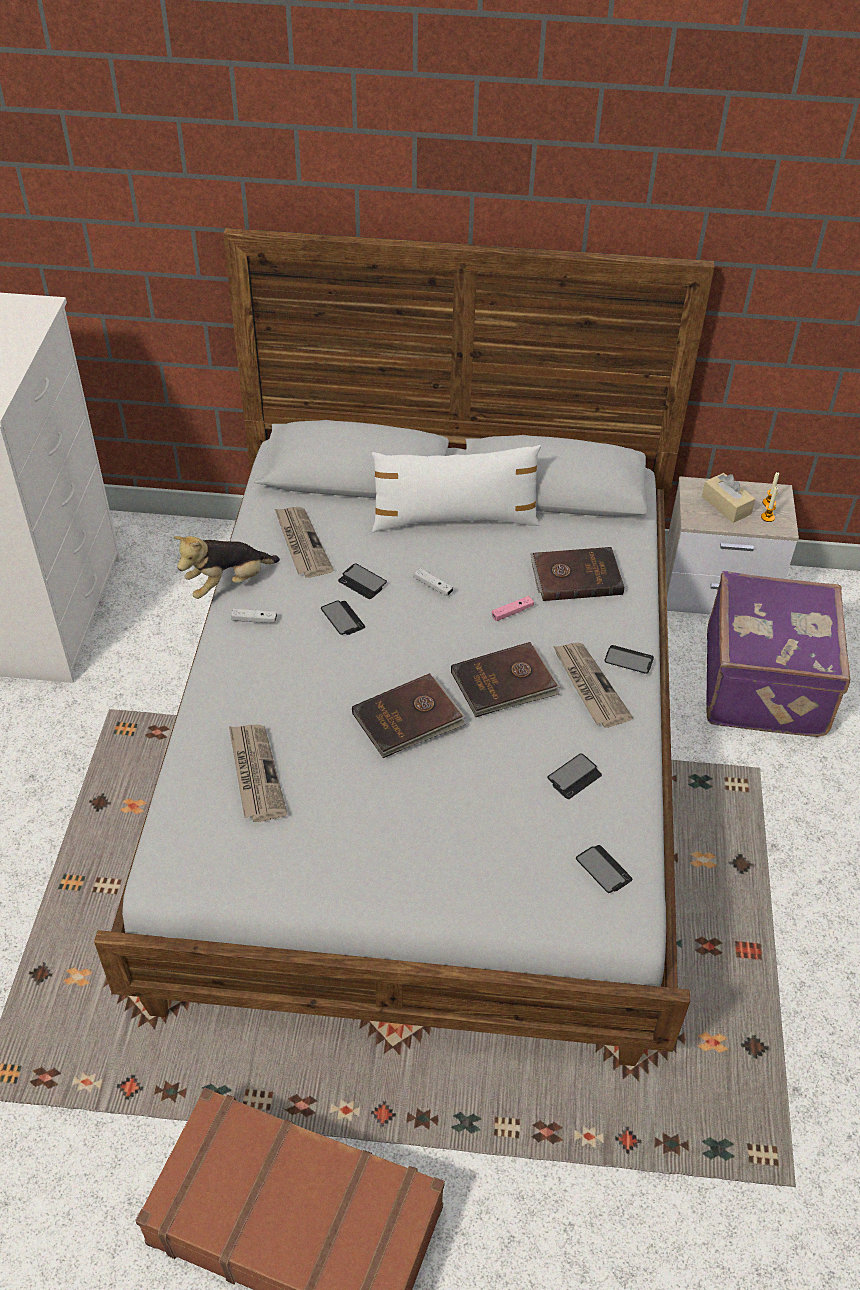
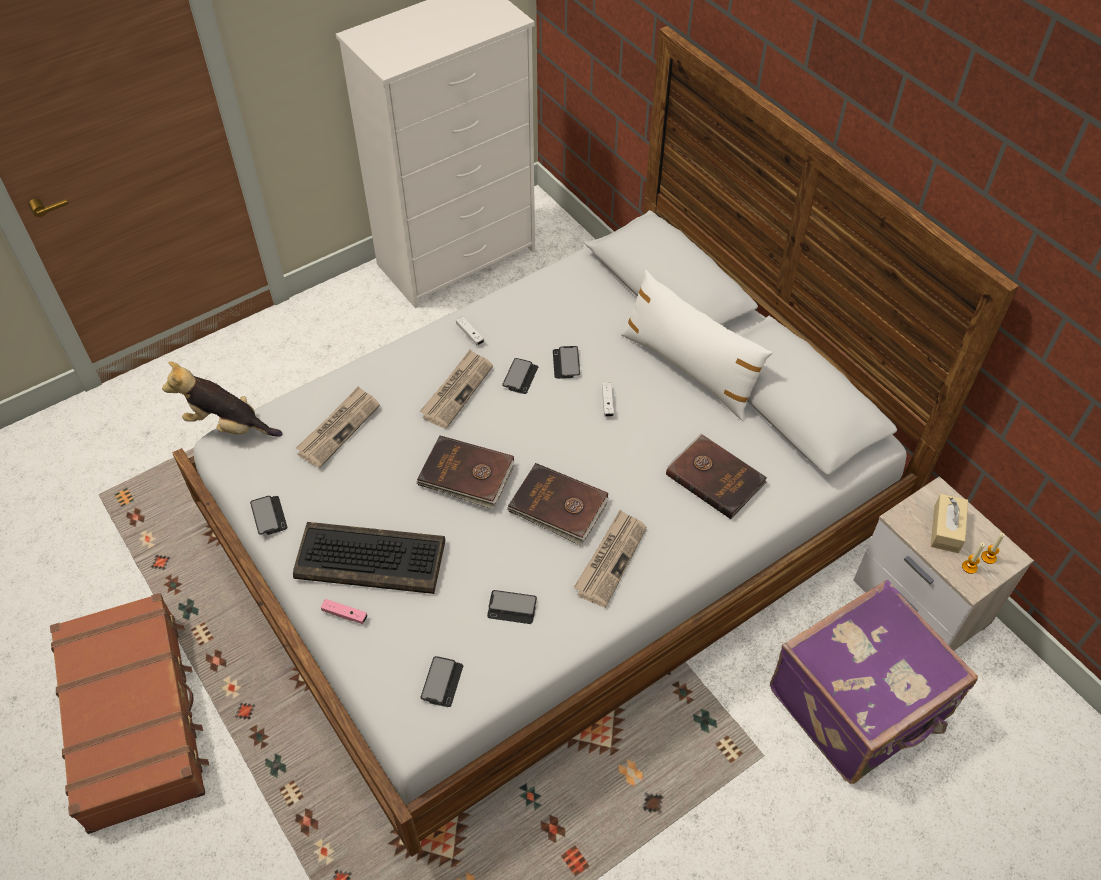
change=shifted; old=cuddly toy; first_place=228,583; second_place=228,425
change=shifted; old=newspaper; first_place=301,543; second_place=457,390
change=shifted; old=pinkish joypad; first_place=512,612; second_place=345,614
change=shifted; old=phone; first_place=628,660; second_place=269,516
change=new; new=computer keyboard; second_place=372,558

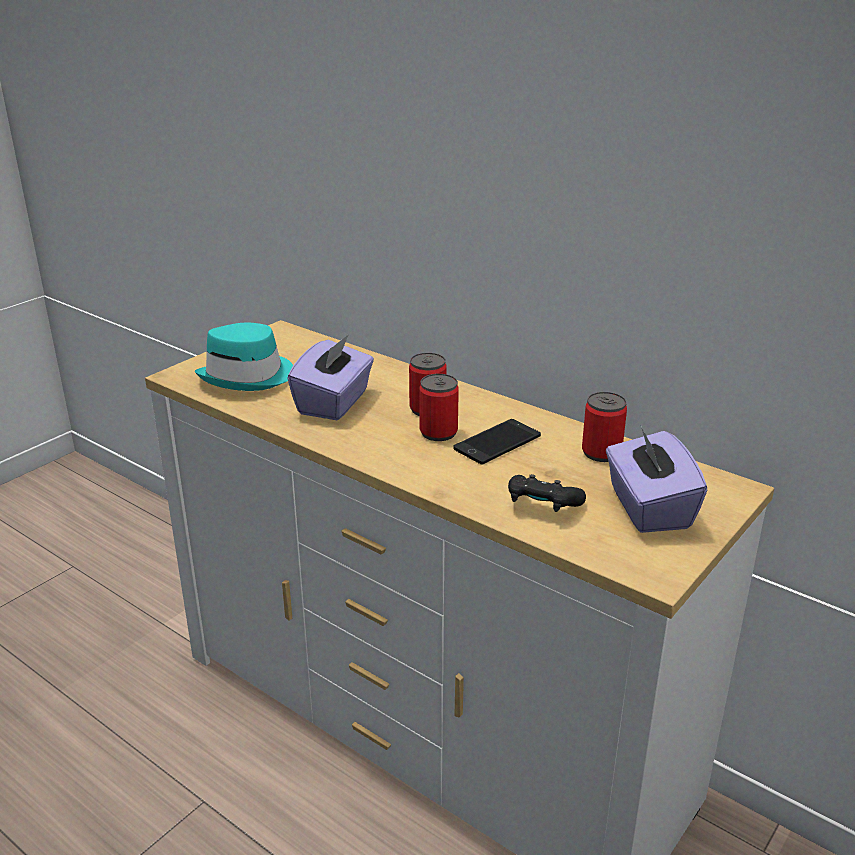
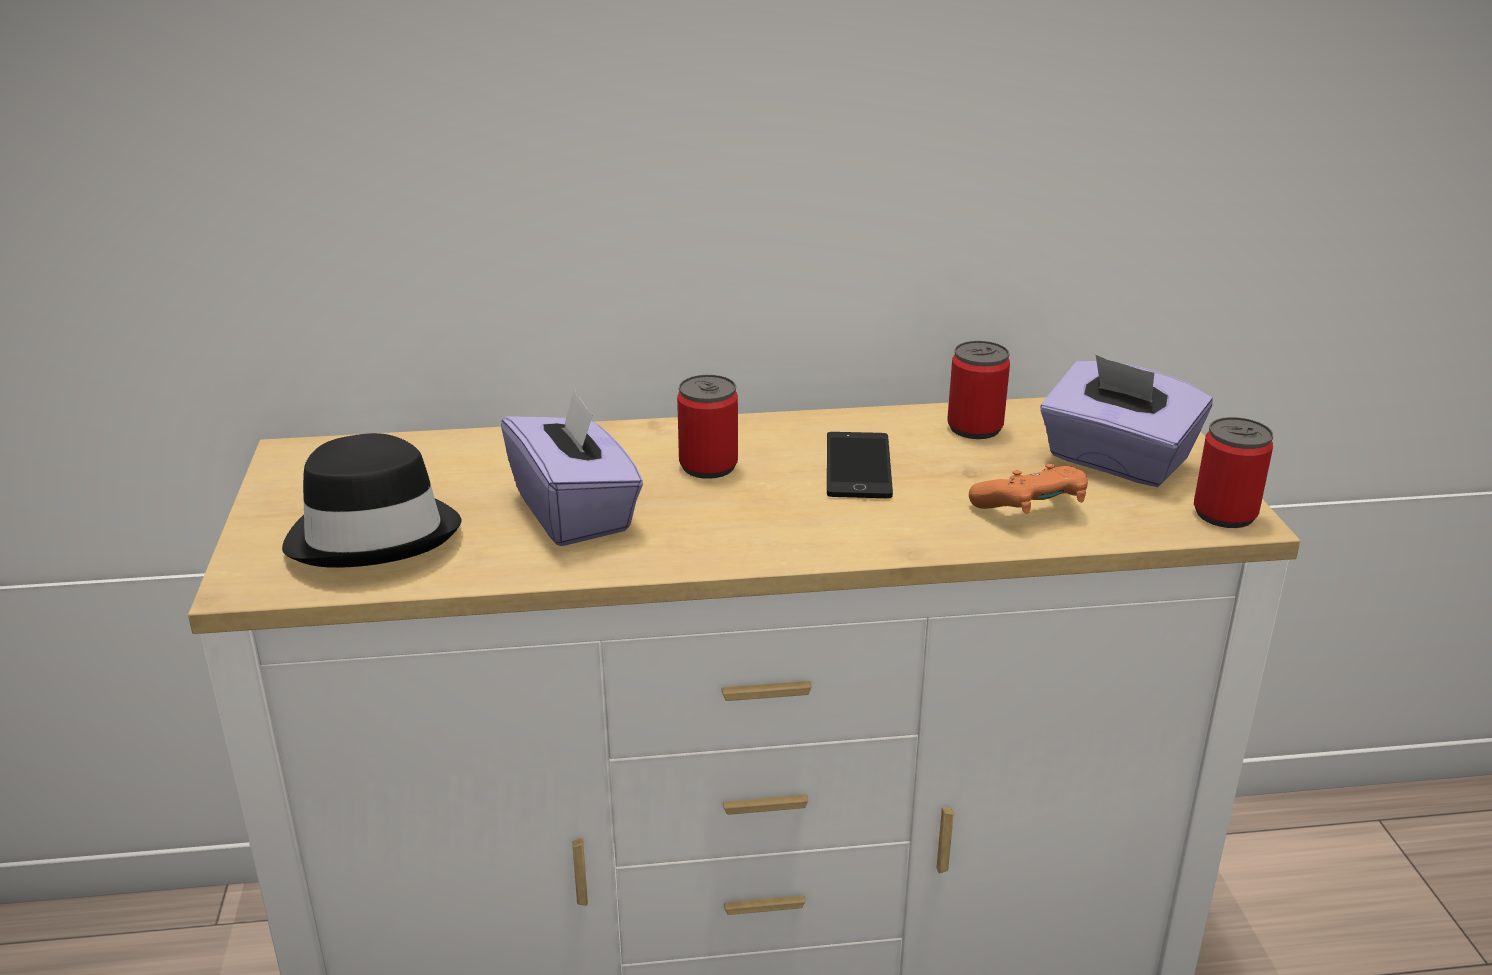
change=repainted; old=turquoise hat; new=black-coloured hat; first_place=249,376; second_place=374,534
change=shifted; old=sealed can; first_place=438,433; second_place=1224,514
change=repainted; old=black-coloured joypad; new=orange joypad; first_place=542,506; second_place=1031,510

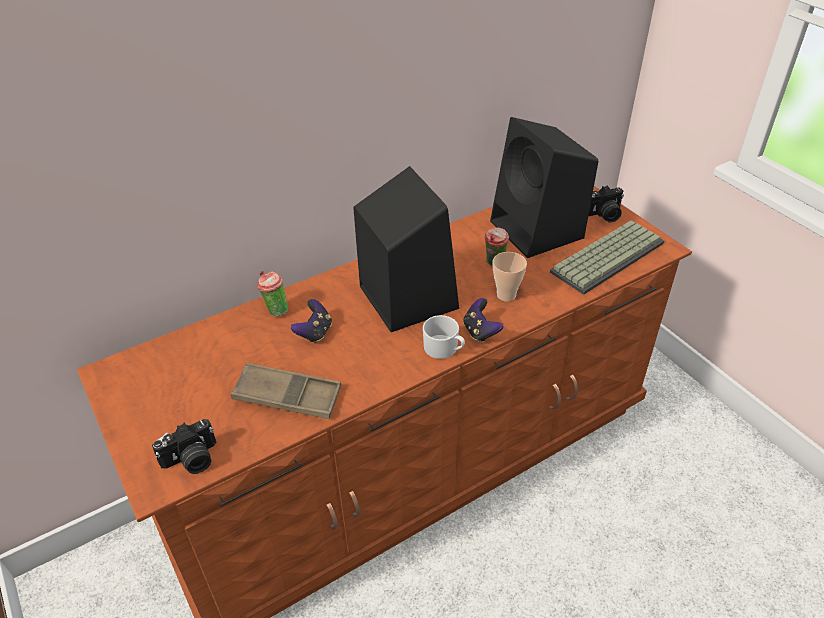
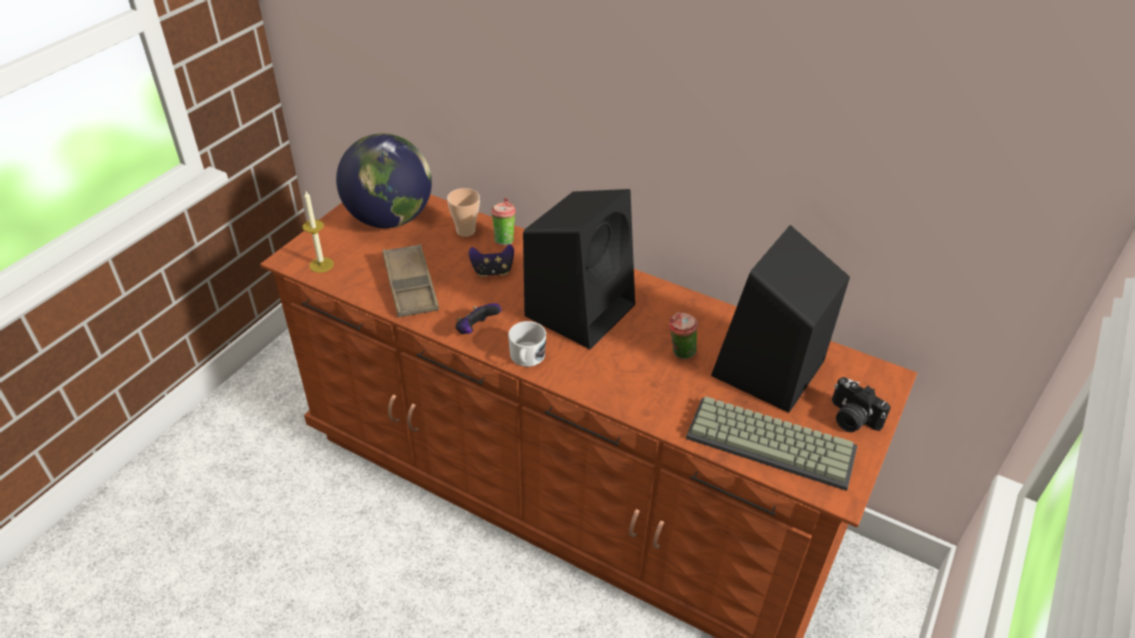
change=swapped; old=photo camera; new=wax light; first_place=192,460; second_place=321,265
change=shifted; old=joypad; first_place=480,332; second_place=476,330
change=shifted; old=cup; first_place=506,295; second_place=465,231
change=new; new=desk globe; second_place=390,218

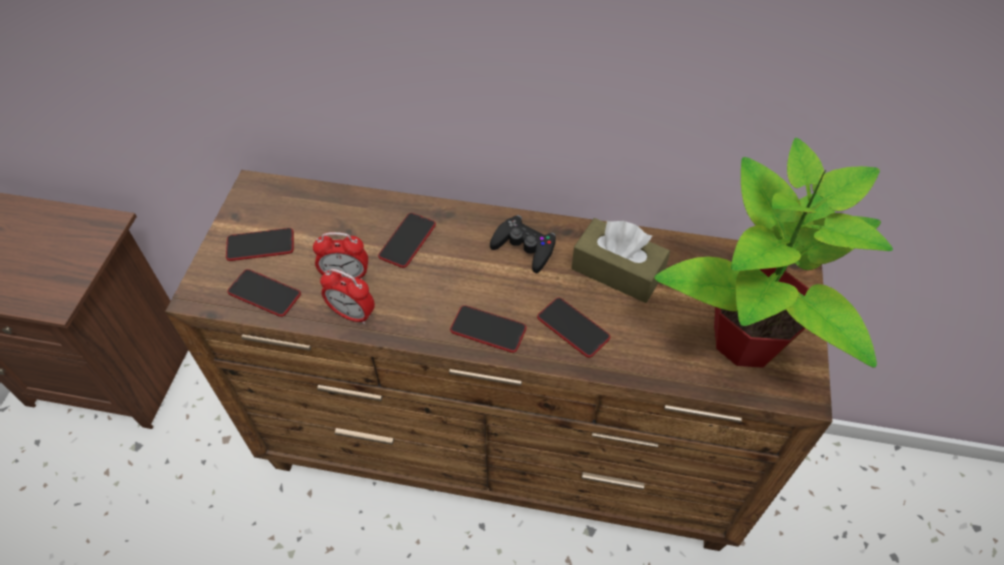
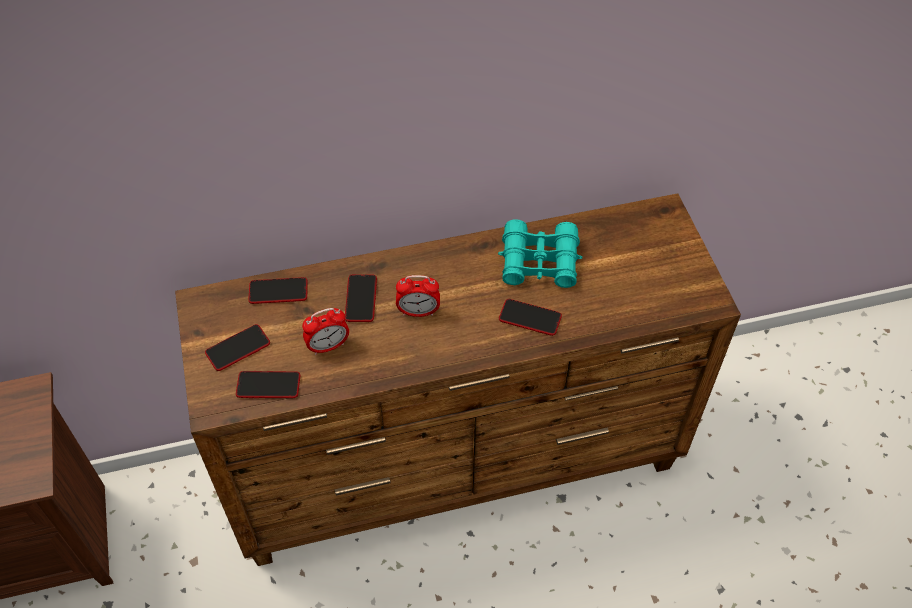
change=shifted; old=bedside clock; first_place=352,314; second_place=418,312
change=shifted; old=phone; first_place=488,329; second_place=278,291
change=gone; old=black-coloured joypad; first_place=524,247
change=swapped; old=brown-coloured box of tissues; new=turquoise binoculars; first_place=617,271; second_place=539,262
change=gone; old=houseplant; first_place=745,341

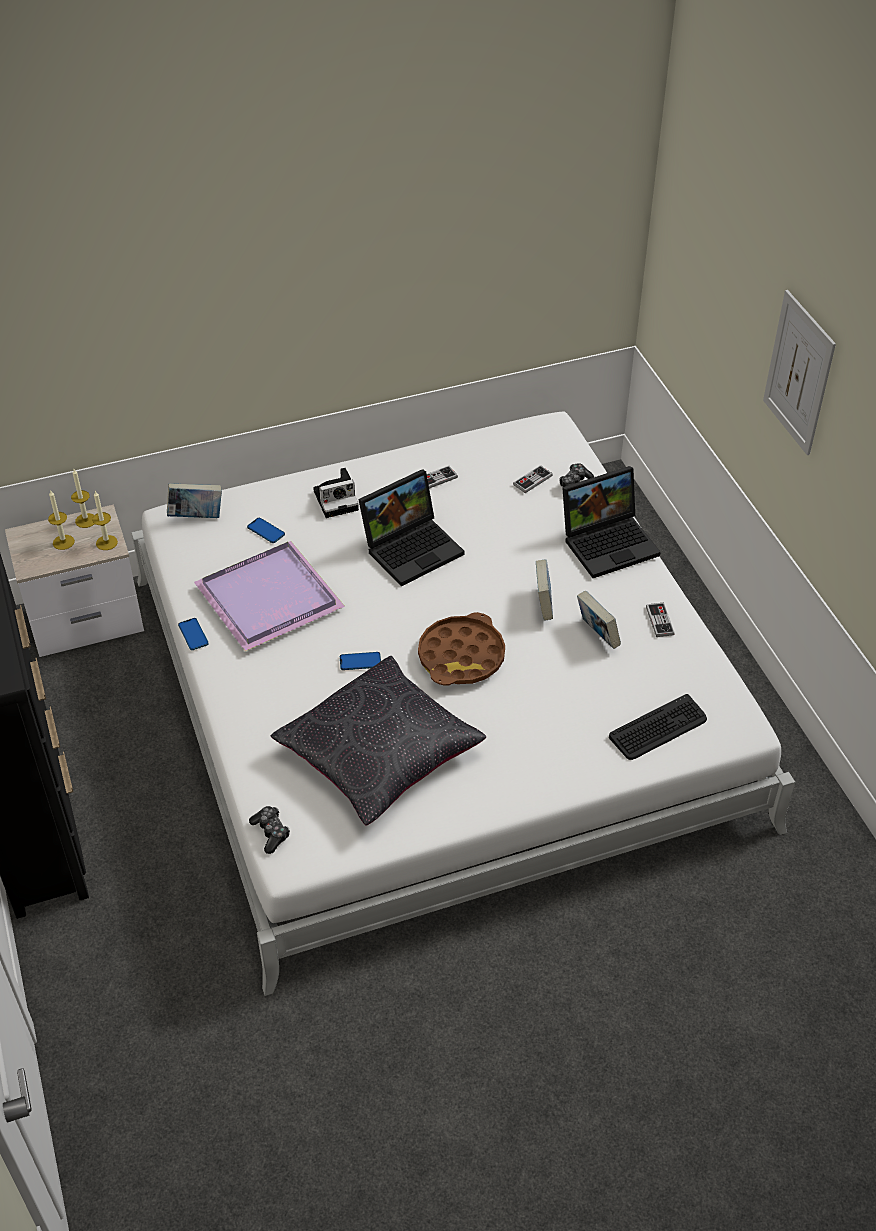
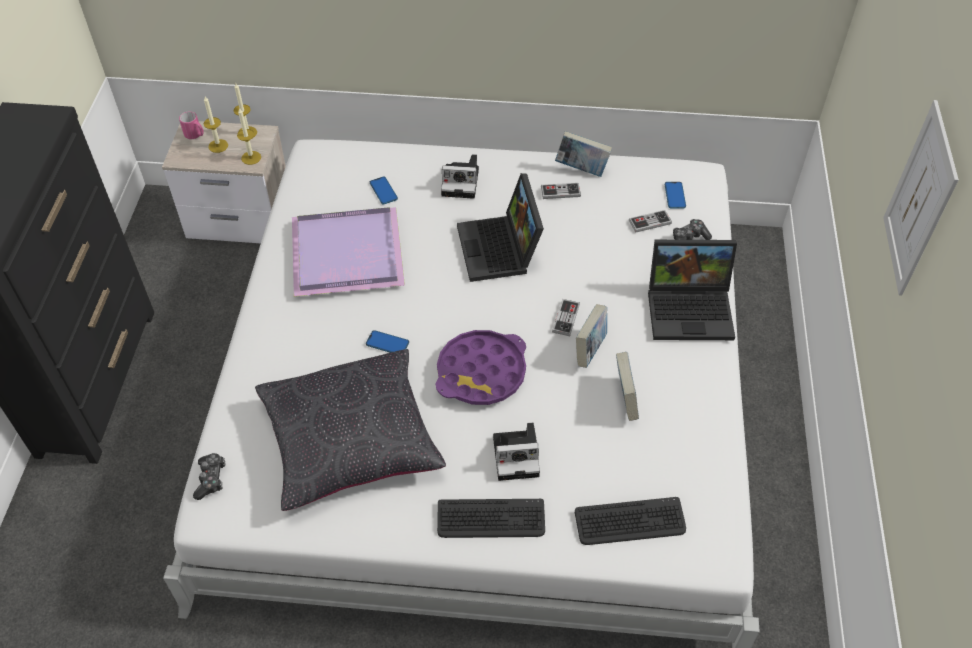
change=shifted; old=bound book; first_place=196,516; second_place=581,169
change=shifted; old=phone; first_place=193,635; second_place=675,196
change=rotated; old=notebook computer; first_place=412,547; second_place=500,250; degrees=90
change=repainted; old=brown-coloured carrying tray; new=purple-coloured carrying tray; first_place=461,656; second_place=481,373
change=shifted; old=joypad; first_place=659,621; second_place=566,318
change=new; new=pinkish mug; second_place=195,135
change=new; new=computer keyboard; second_place=491,519
change=new; new=photo camera; second_place=518,455

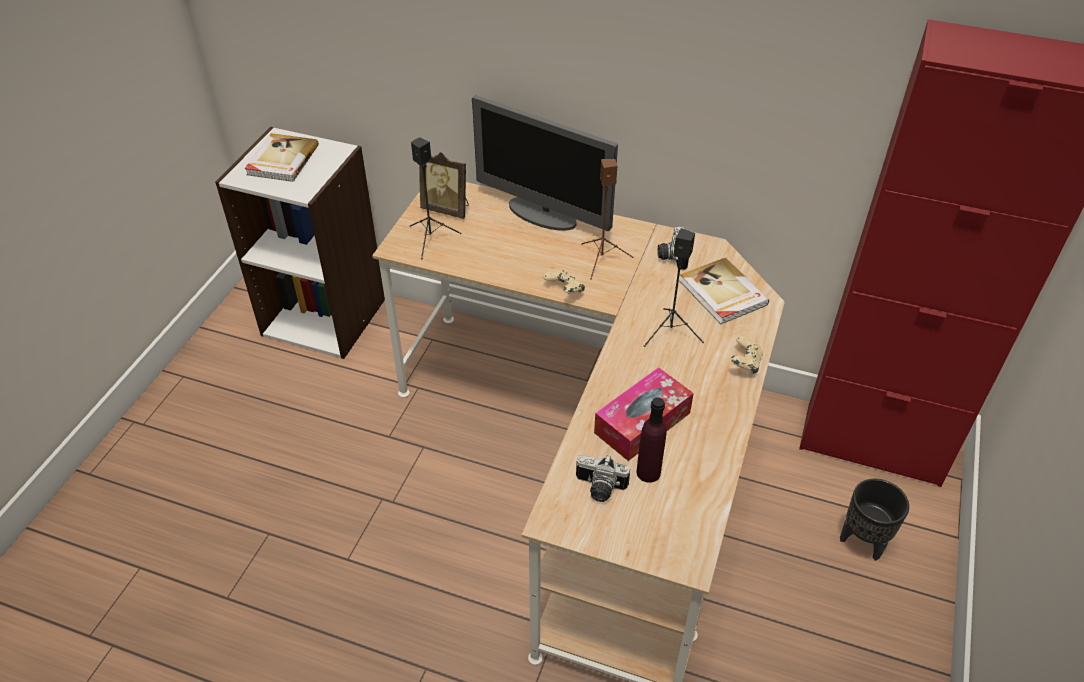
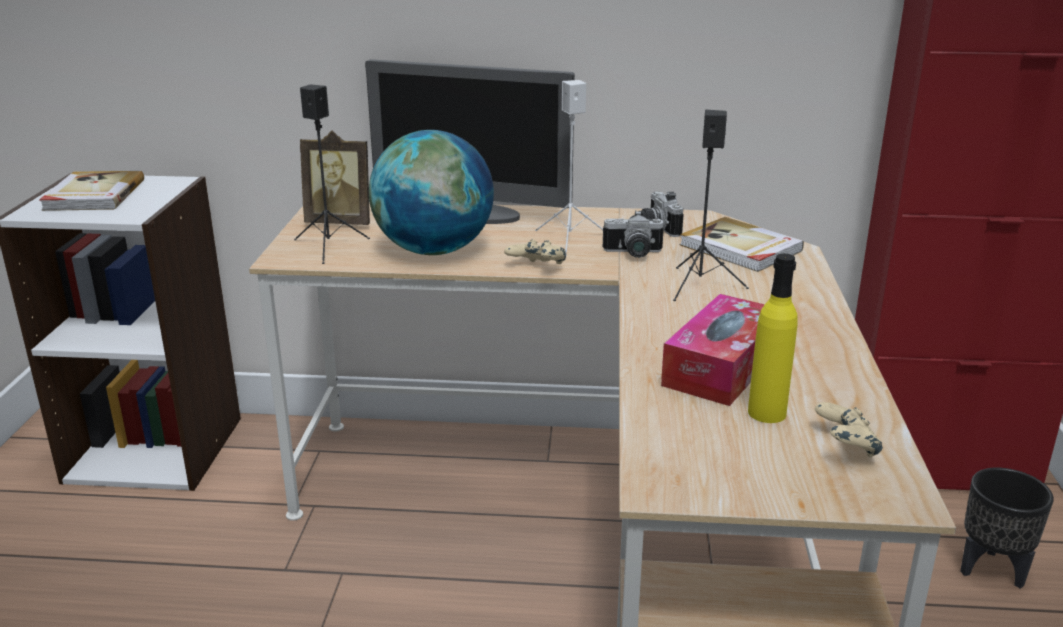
change=shifted; old=photo camera; first_place=599,489; second_place=633,254
change=repainted; old=brown-coloured speaker; new=white speaker; first_place=601,260; second_place=570,240
change=repainted; old=purple-coloured beverage bottle; new=yellow-coloured beverage bottle; first_place=648,472; second_place=766,413
change=shifted; old=beige-coloured joypad; first_place=745,363; second_place=845,447
change=new; new=desk globe; second_place=434,250

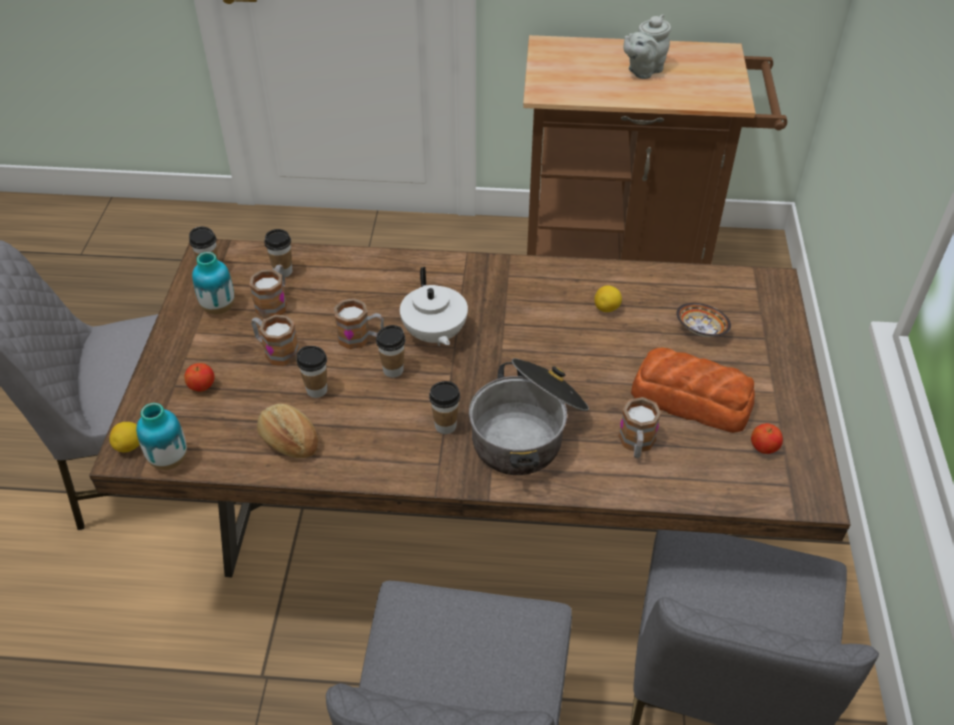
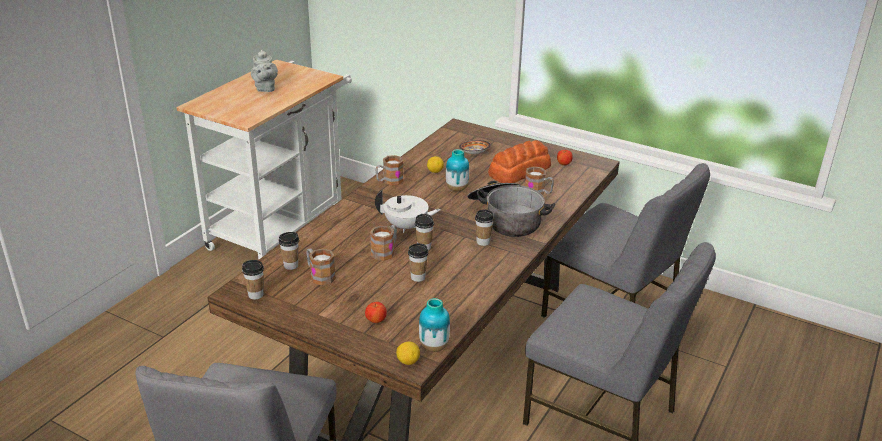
change=shifted; old=vase; first_place=219,308; second_place=457,189
change=shifted; old=mug; first_place=276,351; second_place=389,181
change=gone; old=bakery bread; first_place=288,441
change=repainted; old=brown-coloured cart; new=white cart; first_place=626,259; second_place=282,226

